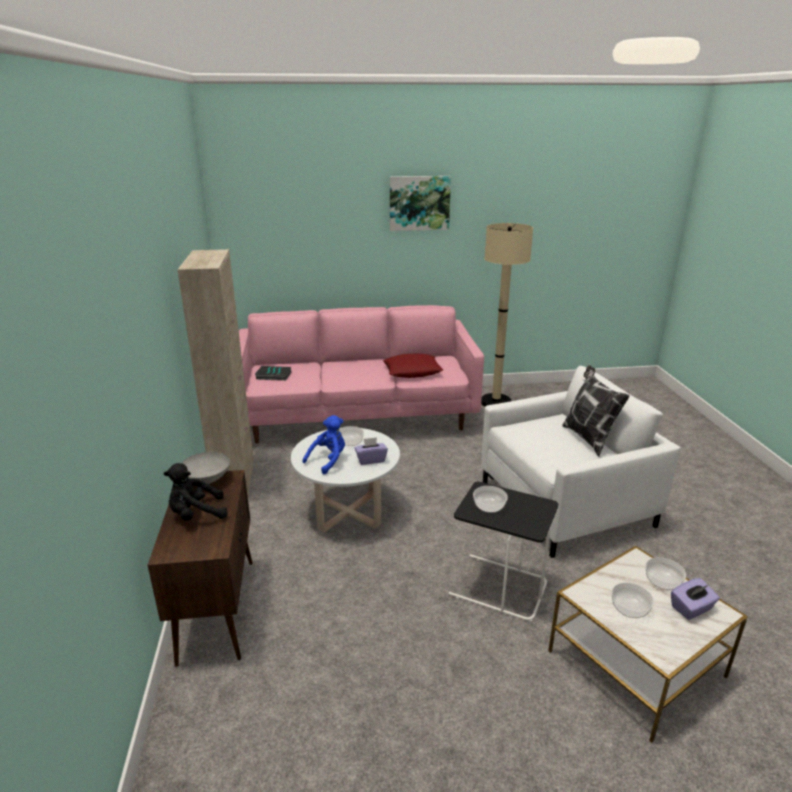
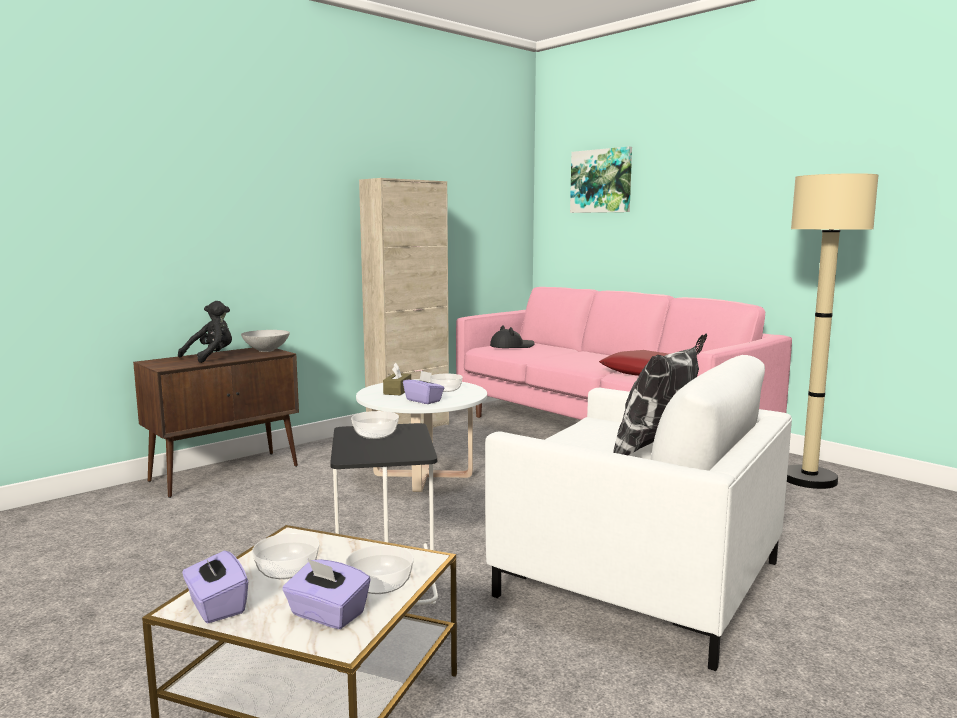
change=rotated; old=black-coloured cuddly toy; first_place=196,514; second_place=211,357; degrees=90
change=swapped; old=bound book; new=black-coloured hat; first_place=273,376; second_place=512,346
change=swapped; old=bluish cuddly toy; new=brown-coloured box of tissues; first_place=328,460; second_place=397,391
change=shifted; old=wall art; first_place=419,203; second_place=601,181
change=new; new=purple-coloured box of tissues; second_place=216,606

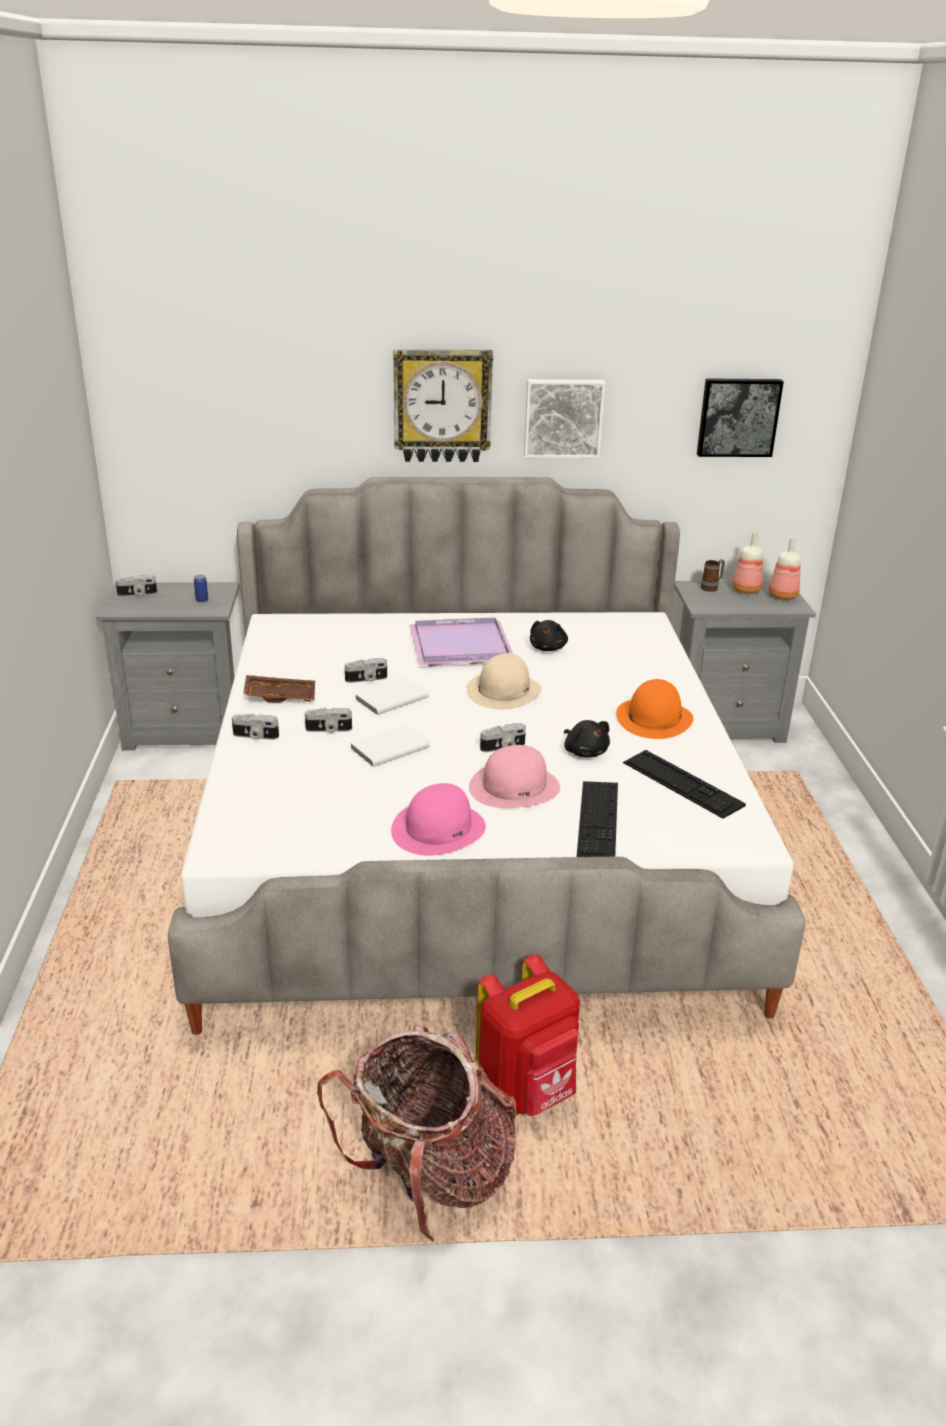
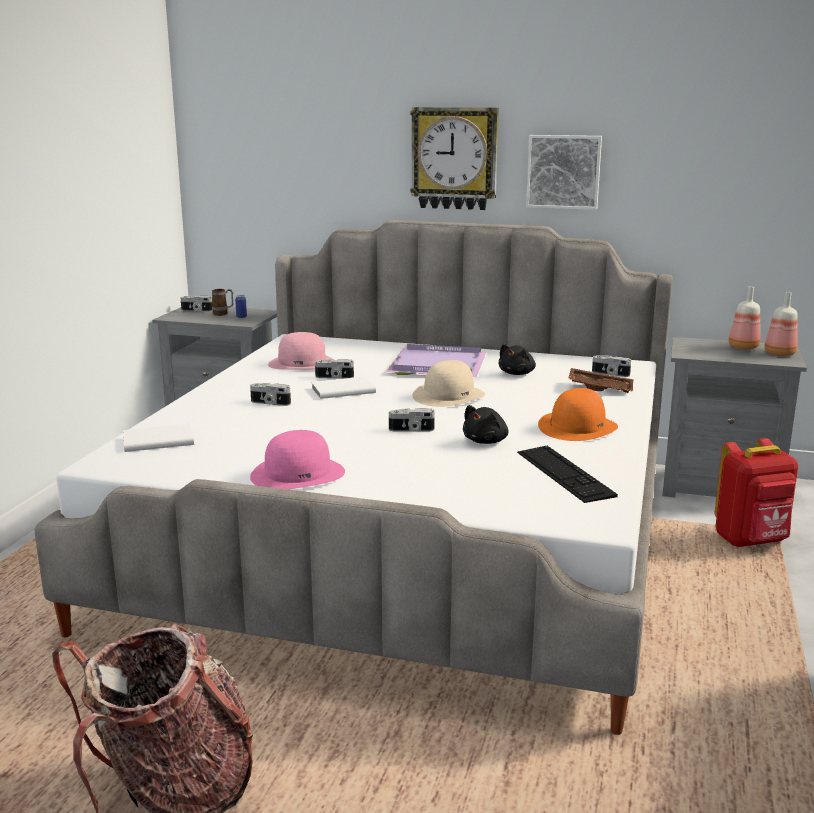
change=shifted; old=photo camera; first_place=255,736; second_place=610,374
change=shifted; old=brown-coloured carrying tray; first_place=280,696; second_place=600,388
change=shifted; old=white bound book; first_place=387,748; second_place=157,440
change=shifted; old=pinkish hat; first_place=514,786; second_place=302,363
change=shifted; old=red-coloured backpack; first_place=527,1092; second_place=751,541
change=rotated; old=black-coloured cuddly toy; first_place=585,752; second_place=486,441; degrees=45
change=gone; old=computer keyboard; first_place=598,820
change=gone; old=wall art; first_place=738,417
change=shifted; old=mug; first_place=712,588; second_place=223,314

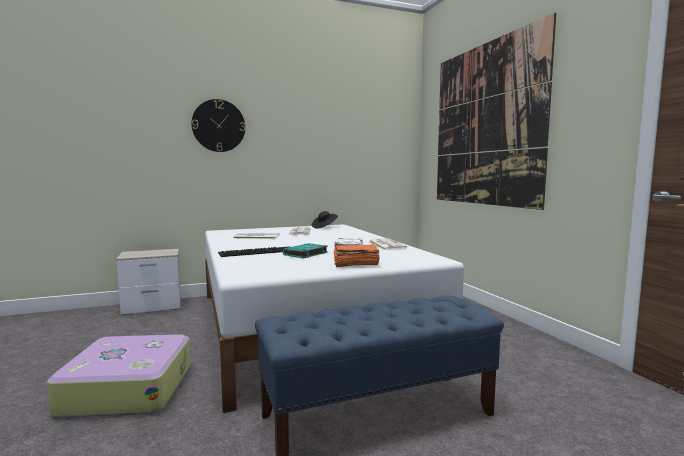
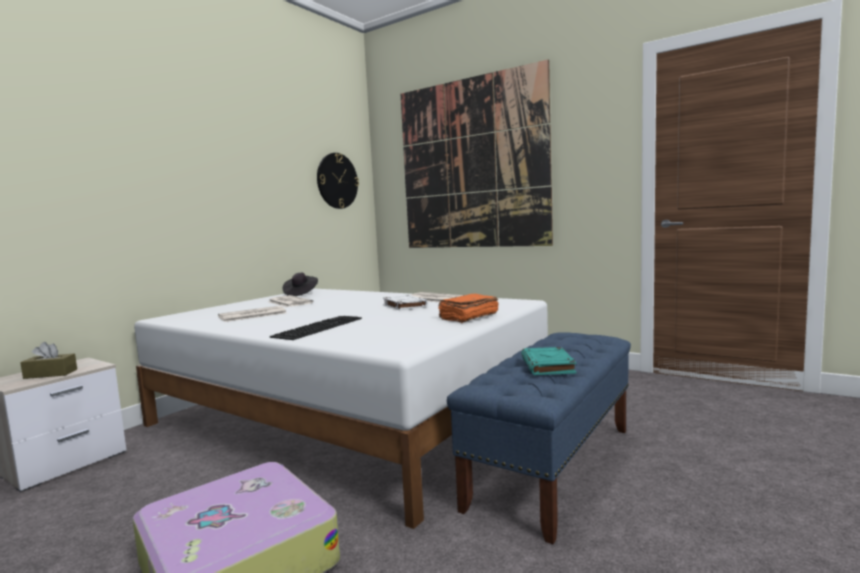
change=shifted; old=wall clock; first_place=218,126; second_place=337,181
change=shifted; old=turquoise bound book; first_place=305,254; second_place=548,366
change=new; new=brown-coloured box of tissues; second_place=50,374

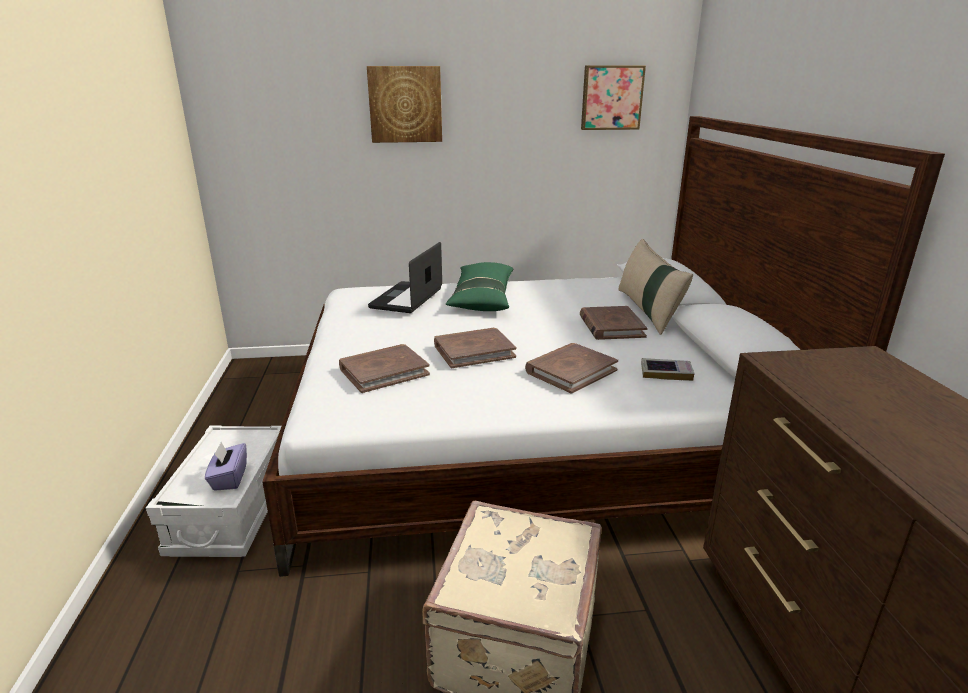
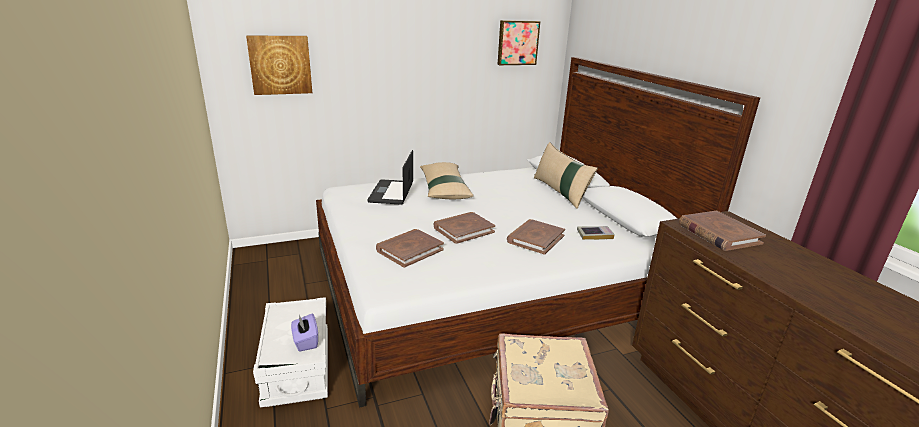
change=shifted; old=wall art; first_place=405,104; second_place=280,65
change=repainted; old=greenish pillow; new=beige-coloured pillow; first_place=482,297; second_place=444,188
change=shifted; old=brown-coloured bound book; first_place=611,326; second_place=718,234

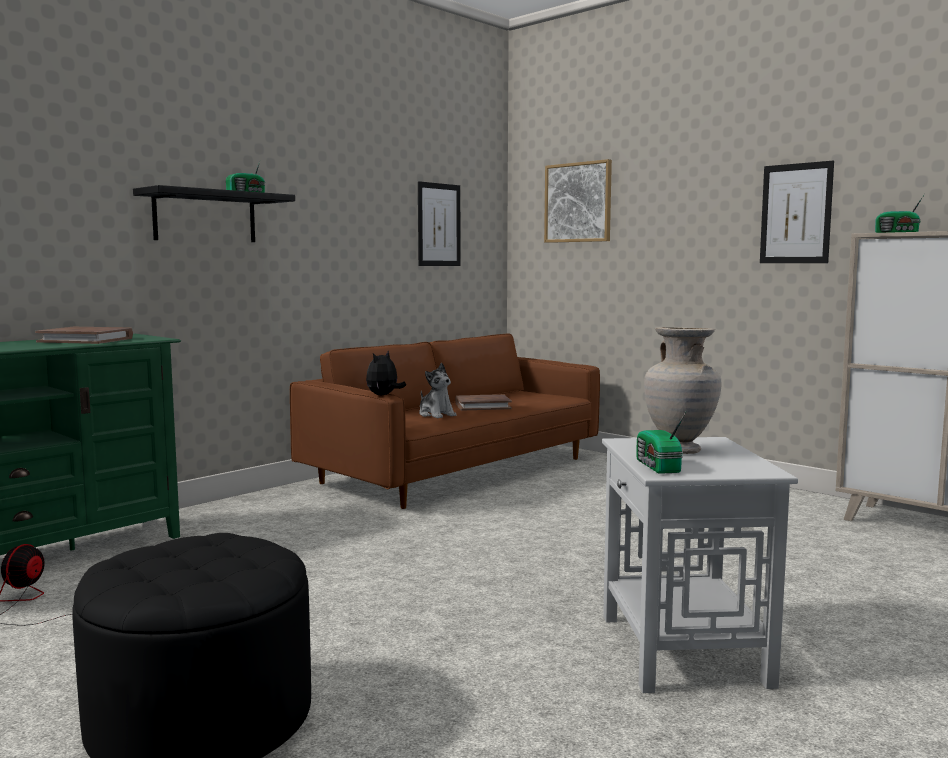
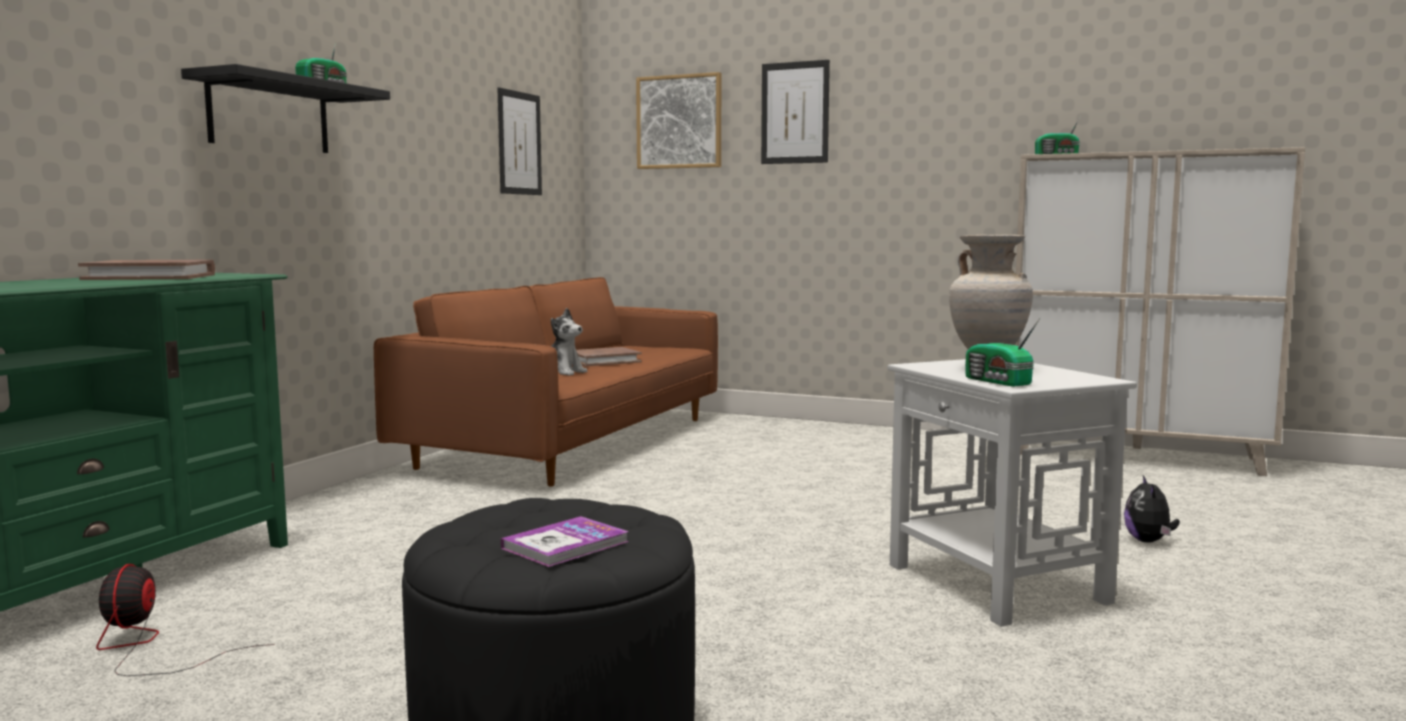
change=shifted; old=cuddly toy; first_place=384,395; second_place=1149,541
change=shifted; old=wall art; first_place=796,213; second_place=795,113
change=new; new=bound book; second_place=565,545

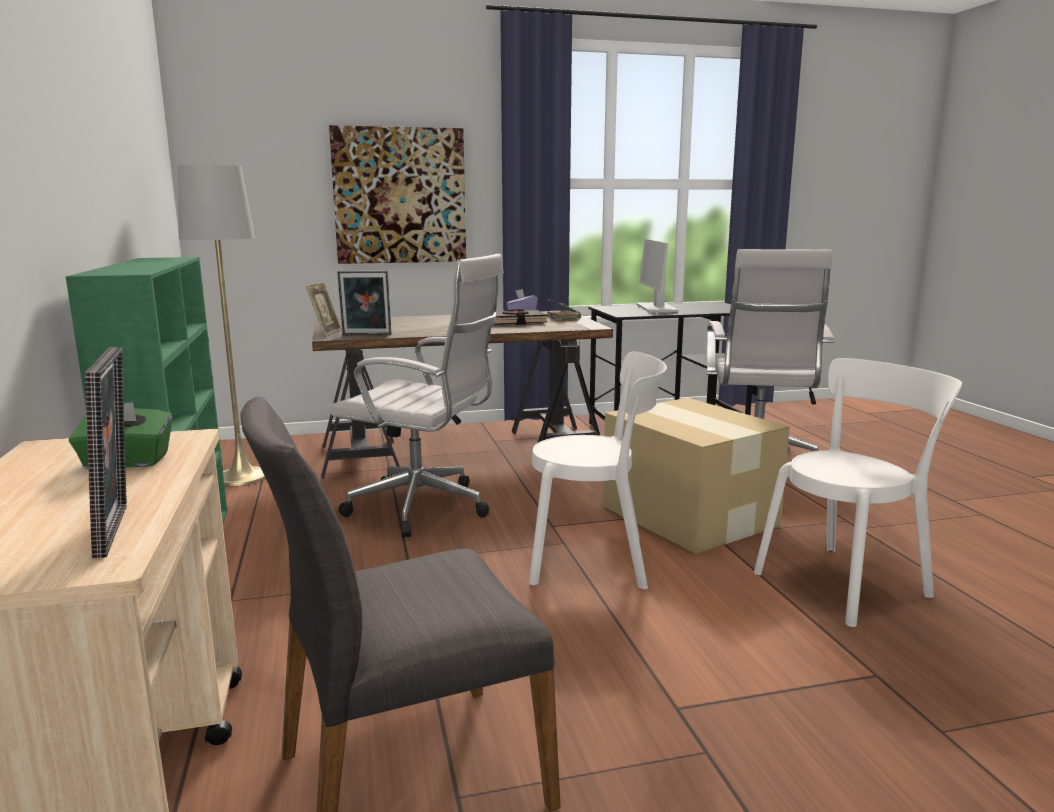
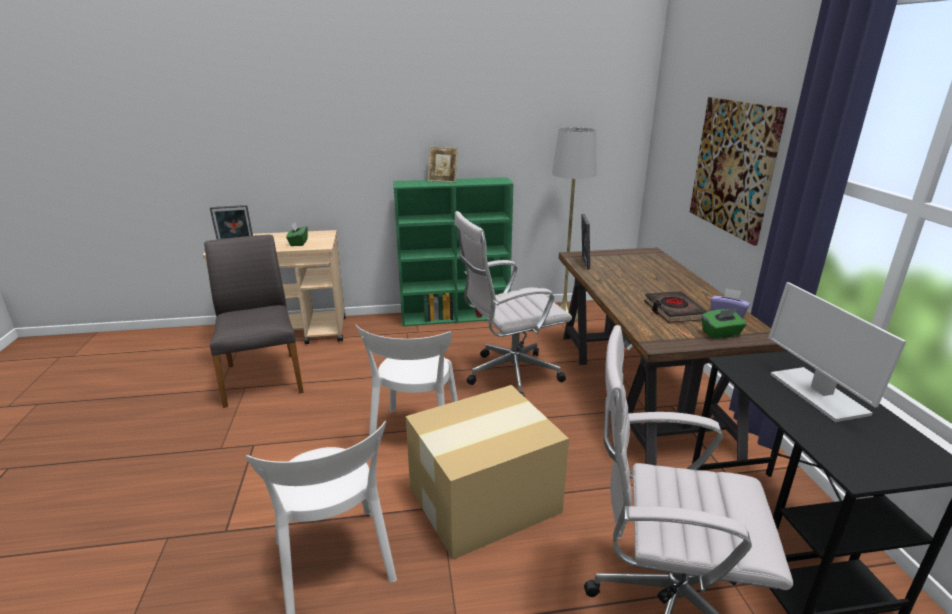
change=shifted; old=picture frame; first_place=325,332; second_place=443,180
change=rotated; old=white desk chair; first_place=425,508; second_place=509,375; degrees=45
change=swapped; old=bound book; new=greenish box of tissues; first_place=562,317; second_place=721,334
change=rotated; old=computer screen; first_place=655,308; second_place=816,393; degrees=-105

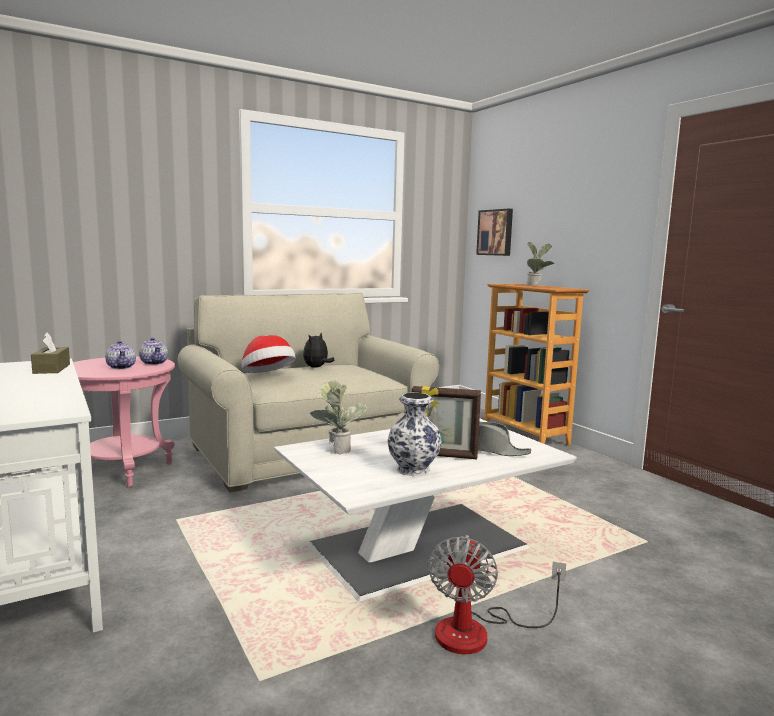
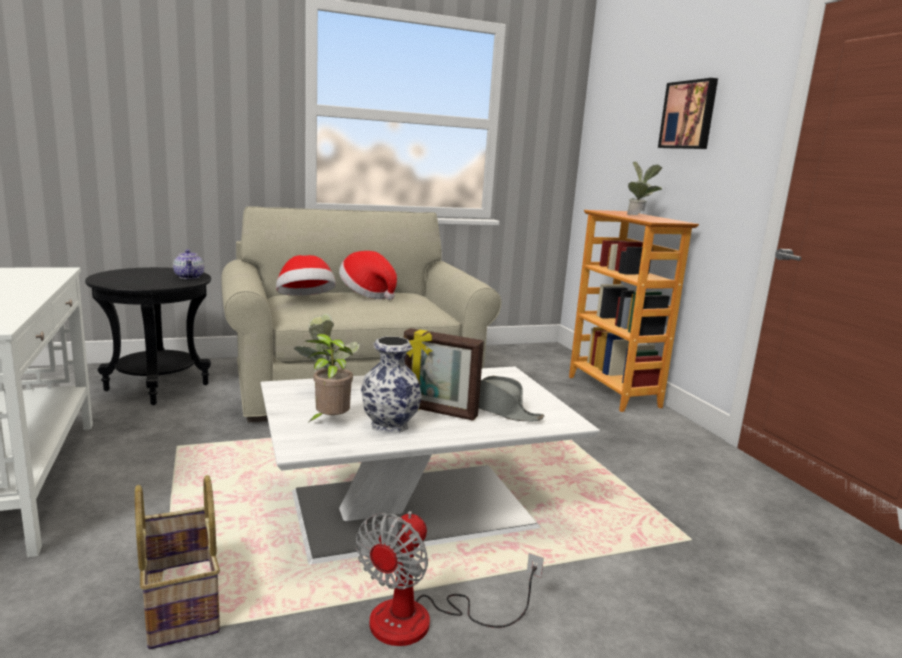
change=gone; old=brown-coloured box of tissues; first_place=52,369
change=repainted; old=pinkish accent table; new=black-coloured accent table; first_place=124,471; second_place=157,387
change=gone; old=tea pot; first_place=122,367
change=swapped; old=cuddly toy; new=hat; first_place=317,367; second_place=368,294
change=shifted; old=wall art; first_place=496,232; second_place=689,115
change=new; new=basket; second_place=179,602
change=new; new=houseplant; second_place=329,422

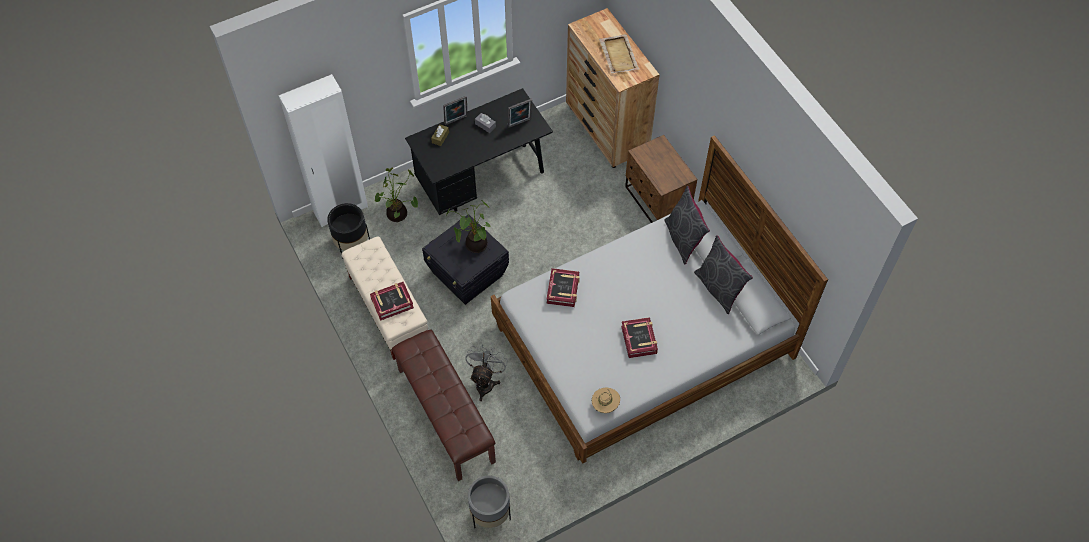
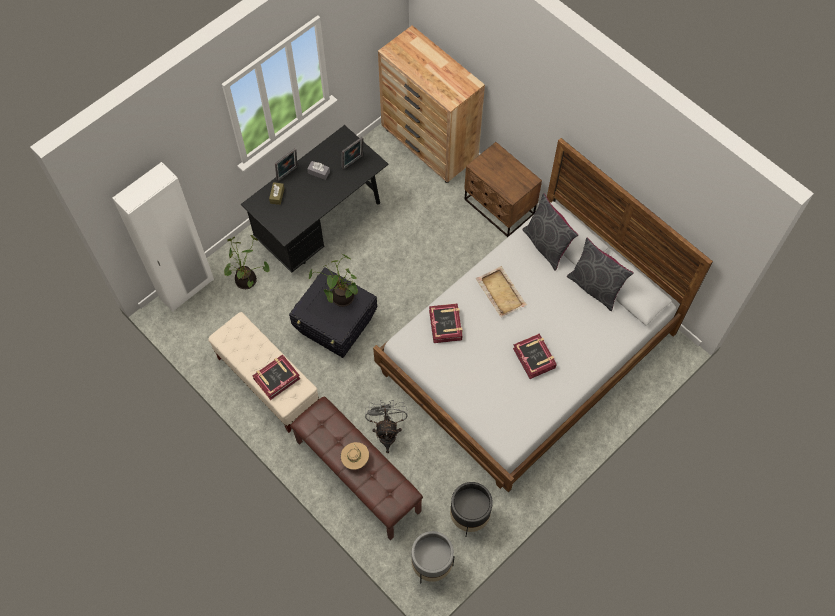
change=shifted; old=black-coloured planter; first_place=352,244; second_place=469,516
change=shifted; old=beige-coloured hat; first_place=605,404; second_place=355,459
change=shifted; old=beige-coloured carrying tray; first_place=618,55; second_place=500,292

